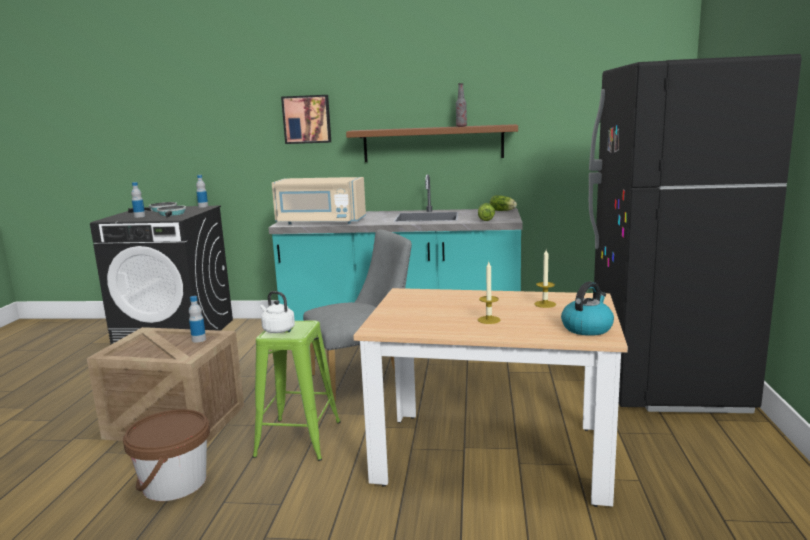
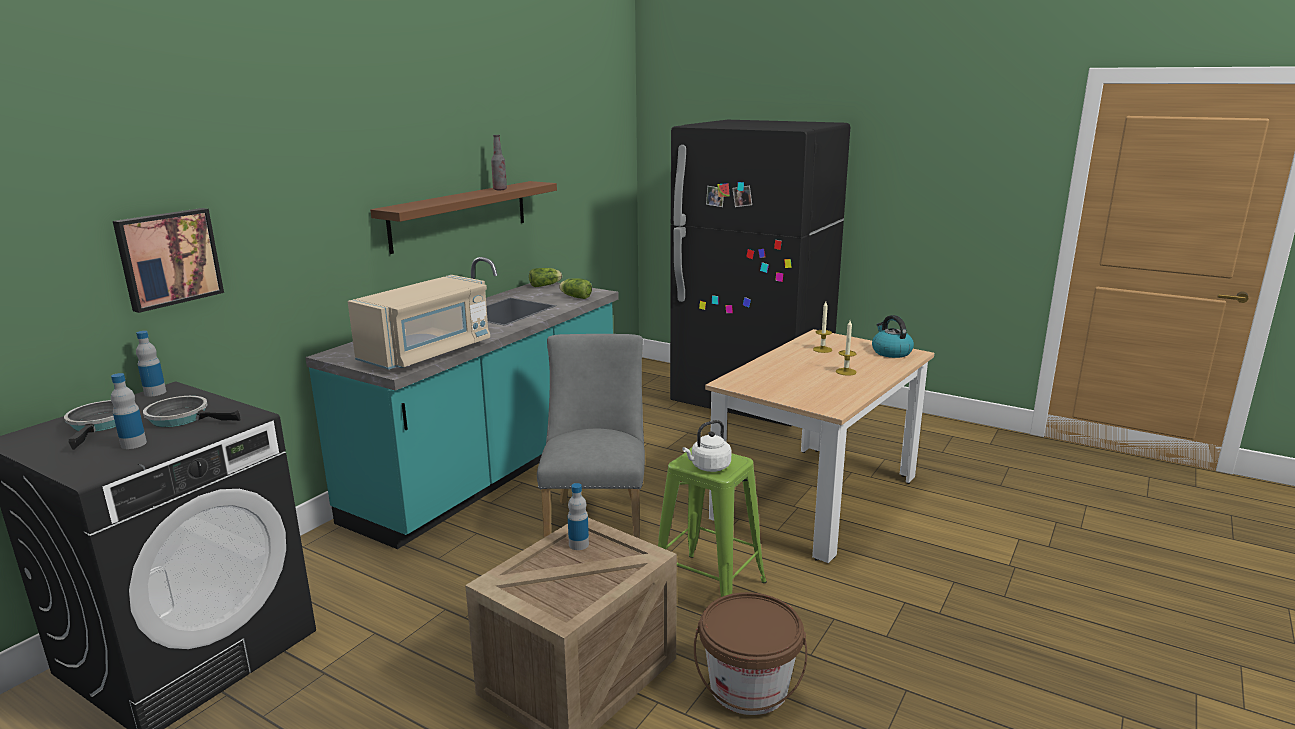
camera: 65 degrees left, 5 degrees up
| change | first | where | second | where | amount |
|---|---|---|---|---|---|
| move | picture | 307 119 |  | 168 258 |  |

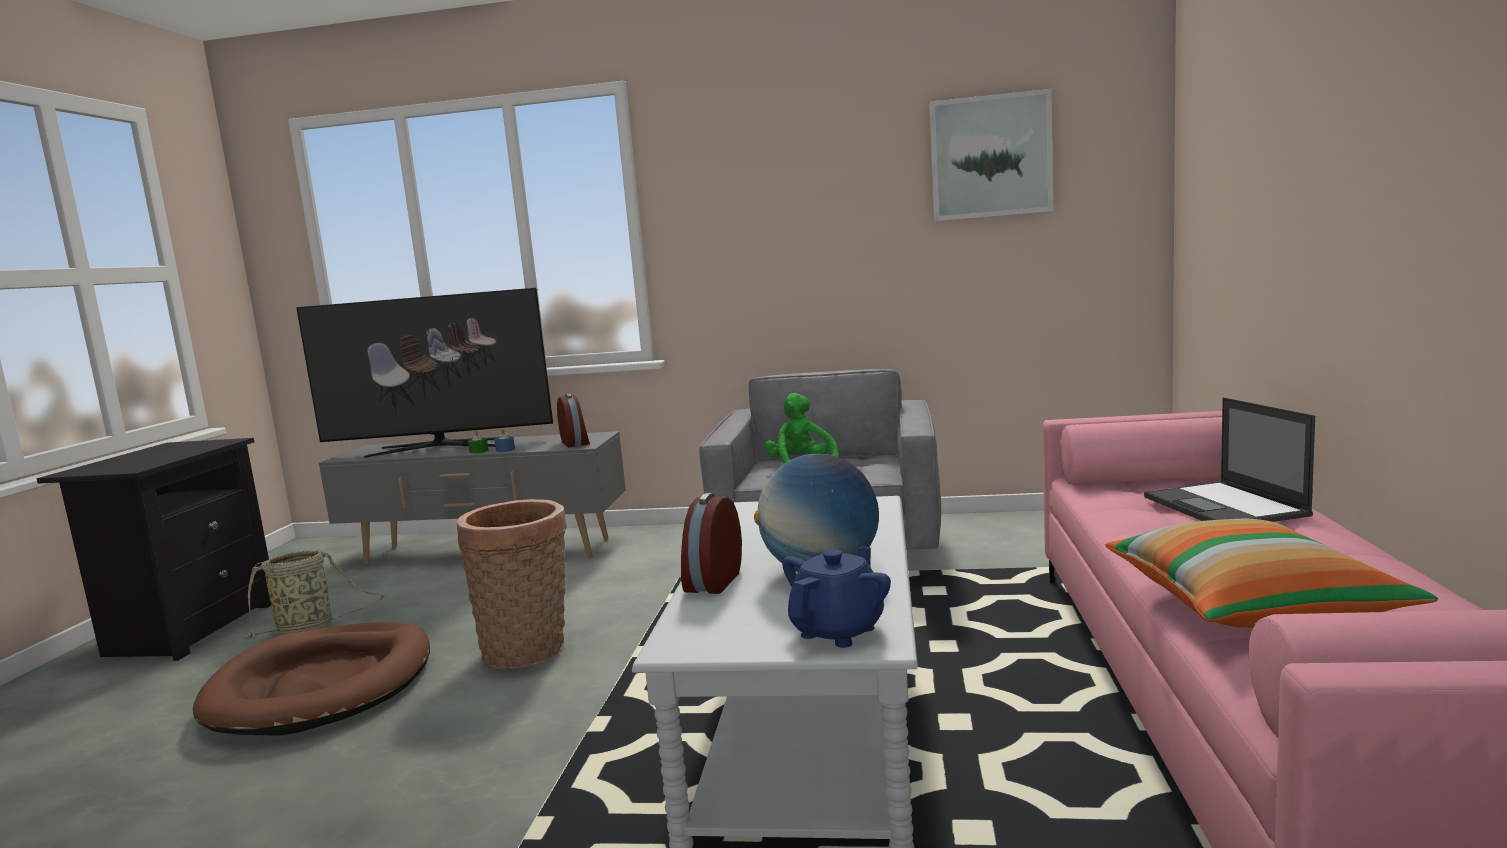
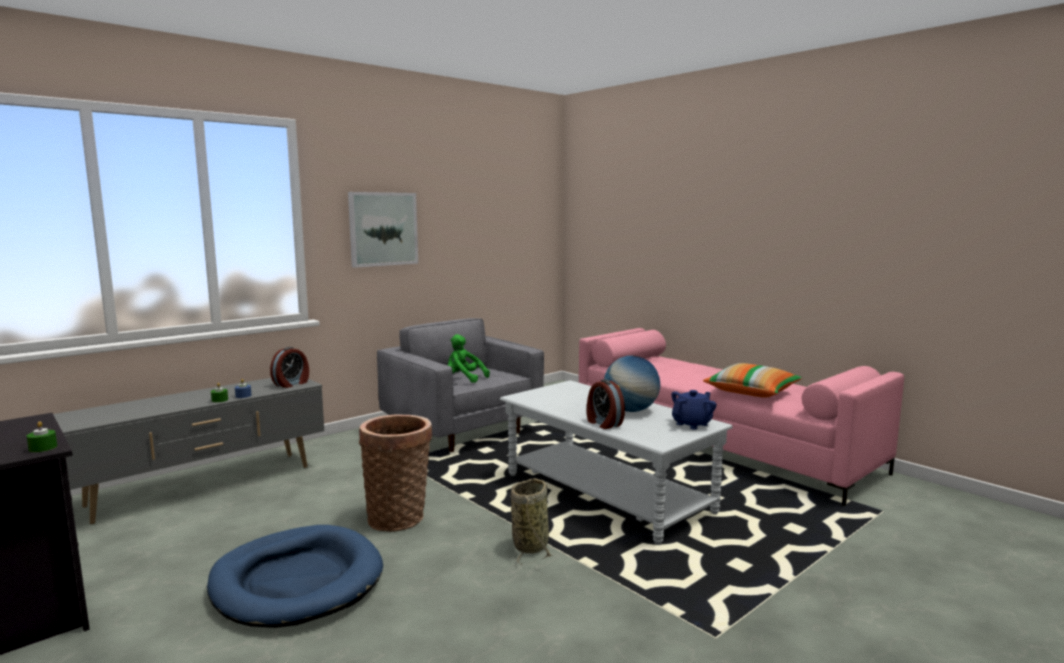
camera: 50 degrees left, 0 degrees up
| change | first | where | second | where | amount |
|---|---|---|---|---|---|
| recolor | brown dog bed | 323 685 | blue dog bed | 297 581 |  |
| move | basket | 310 628 |  | 531 544 |  |
| delete | television | 439 447 |  |  |  |
| rotate | alarm clock | 575 443 |  | 291 384 | 105 degrees clockwise |
| rotate | blue teapot | 838 631 |  | 692 424 | 60 degrees clockwise |
| move | picture | 990 157 |  | 383 229 |  |
| delete | laptop | 1225 506 |  |  |  |
| insert |  |  | green candle | 43 448 |  |

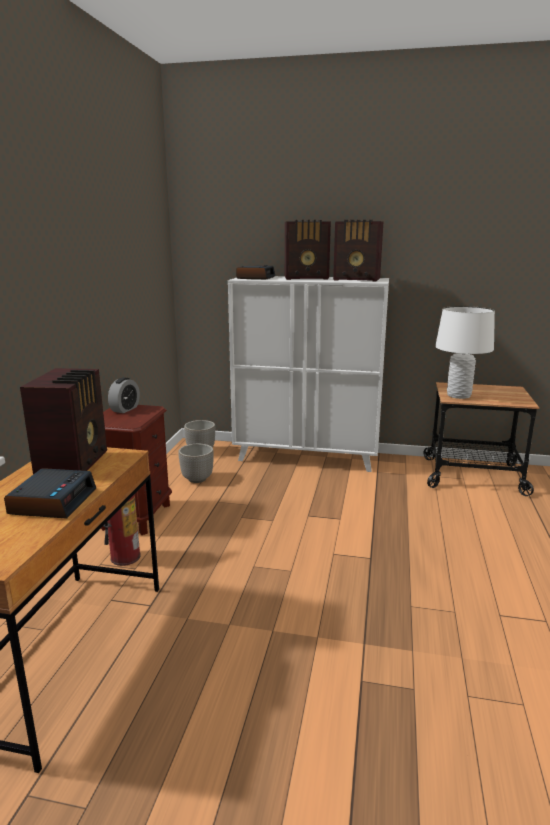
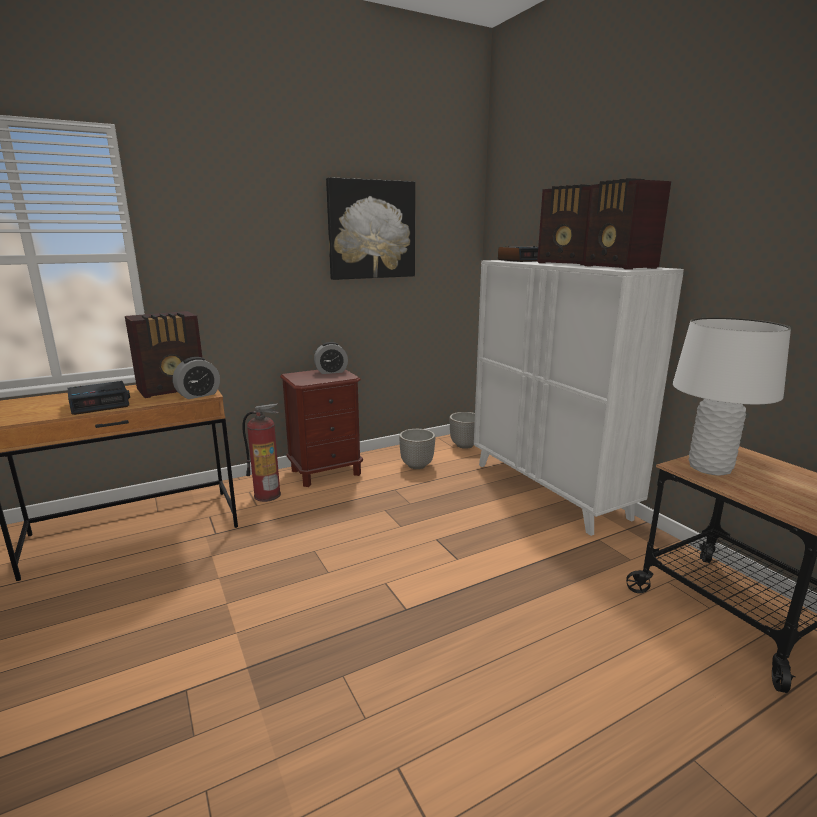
camera: 50 degrees right, 0 degrees up
| change | first | where | second | where | amount |
|---|---|---|---|---|---|
| insert |  |  | alarm clock | 198 395 |  |
| insert |  |  | picture | 371 230 |  |

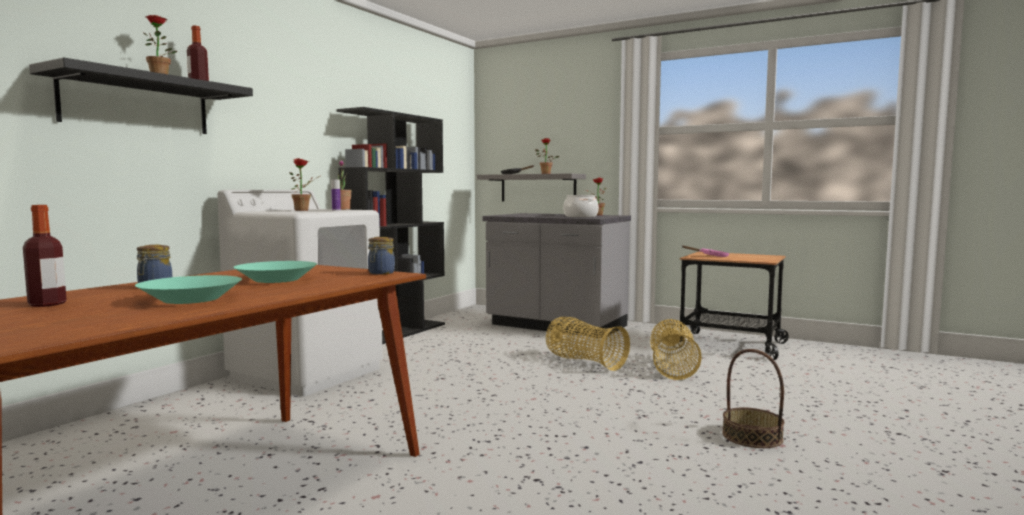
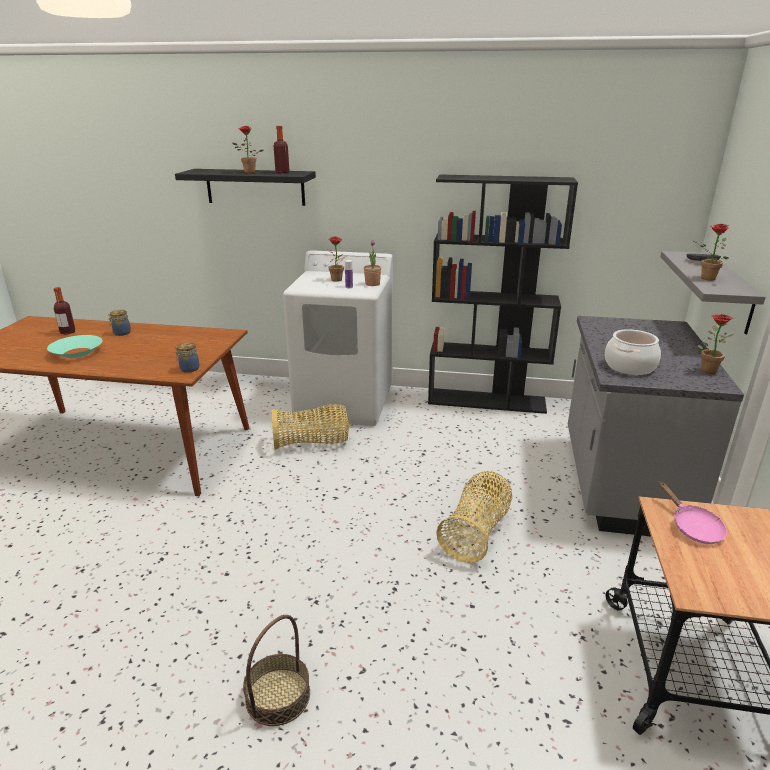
camera: 70 degrees right, 20 degrees up
| change | first | where | second | where | amount |
|---|---|---|---|---|---|
| delete | turquoise bowl | 277 279 |  |  |  |
| move | basket | 673 367 |  | 312 443 |  |

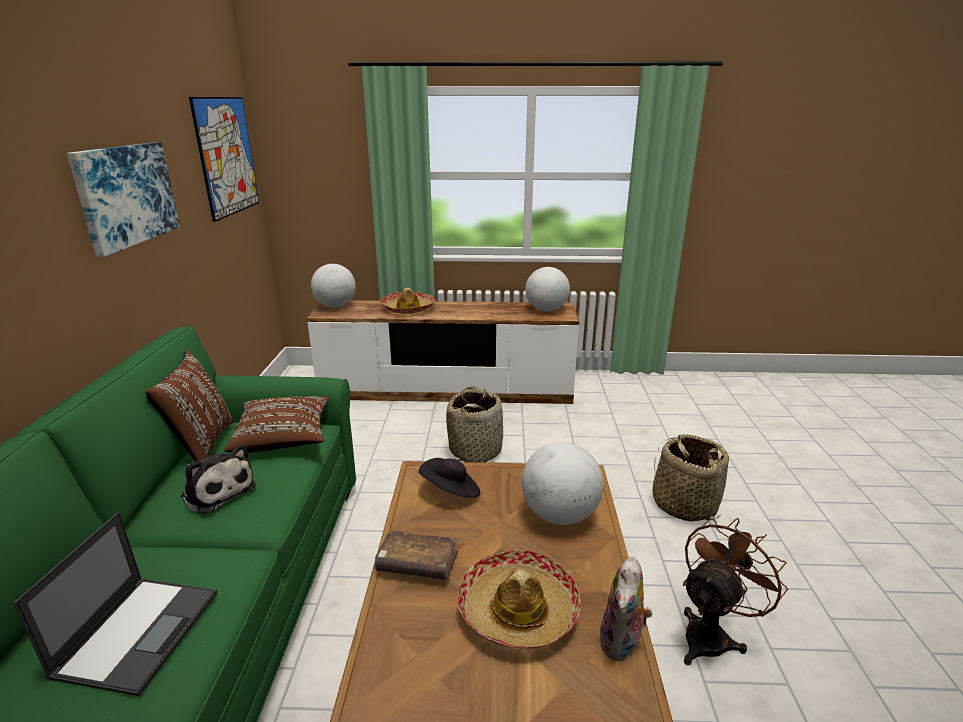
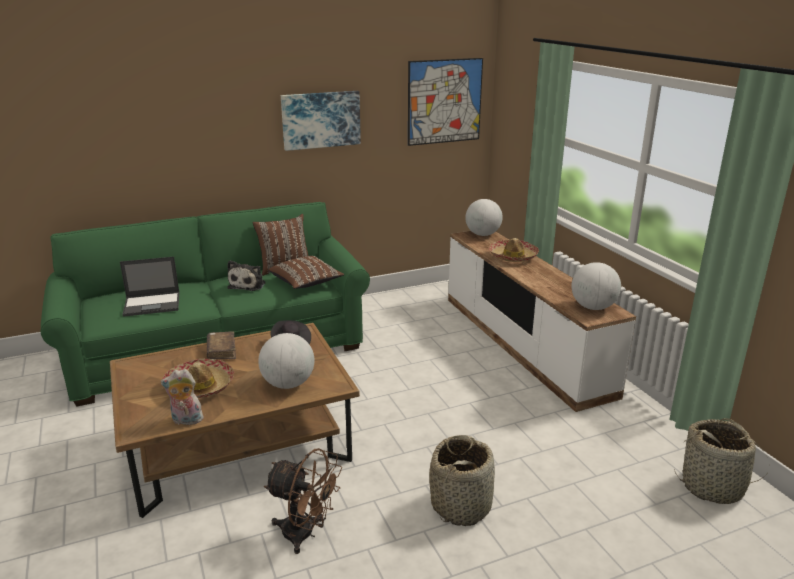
camera: 65 degrees right, 0 degrees up
| change | first | where | second | where | amount |
|---|---|---|---|---|---|
| move | basket | 476 450 |  | 713 486 |  |

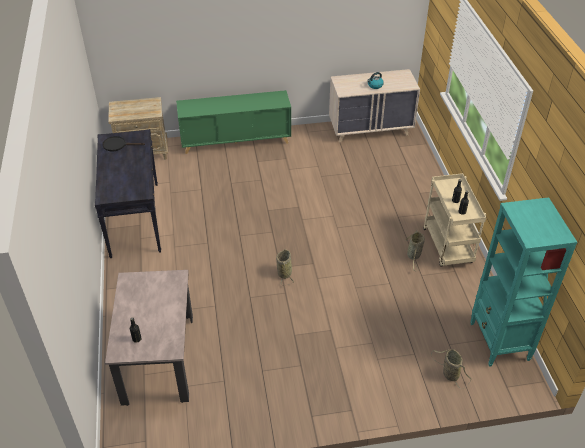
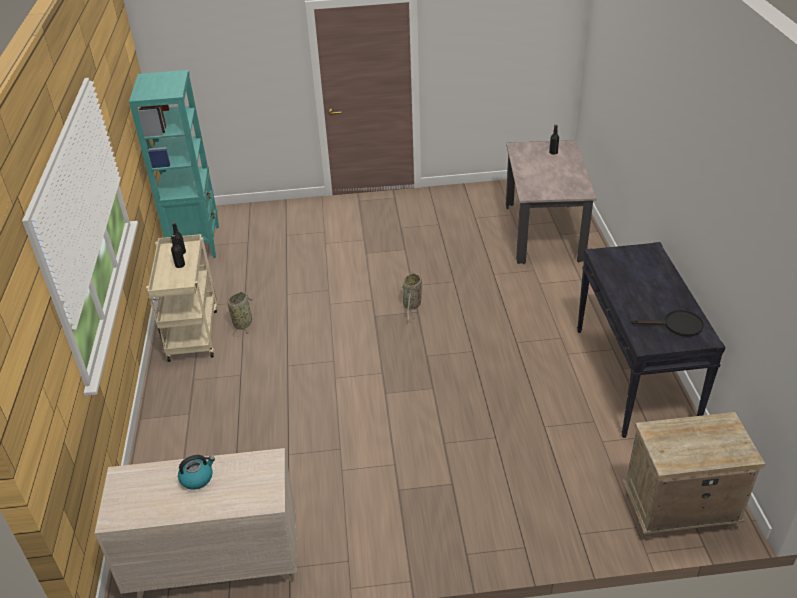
camera: 175 degrees left, 5 degrees down
| change | first | where | second | where | amount |
|---|---|---|---|---|---|
| delete | green cabinet | 236 141 |  |  |  |
| delete | basket | 449 373 |  |  |  |

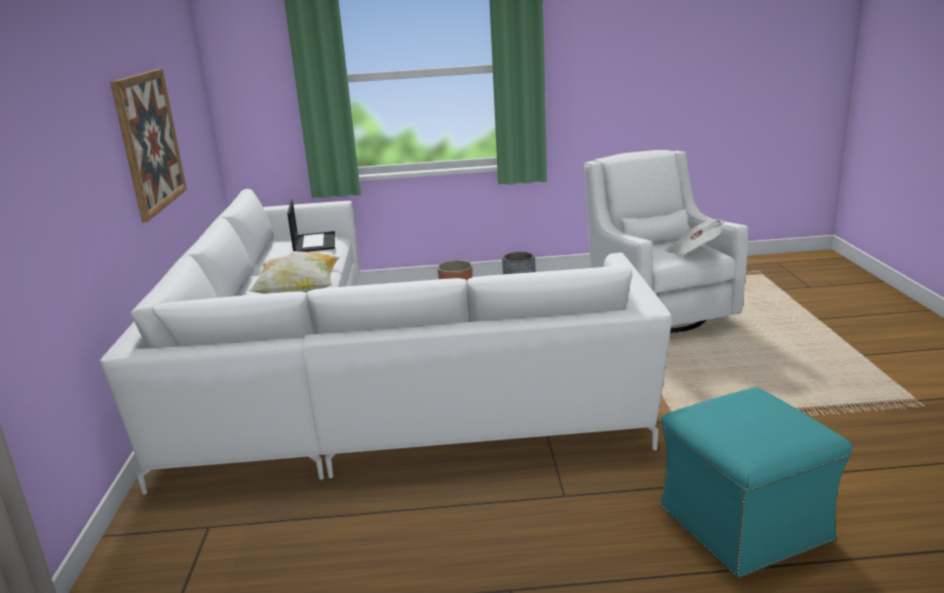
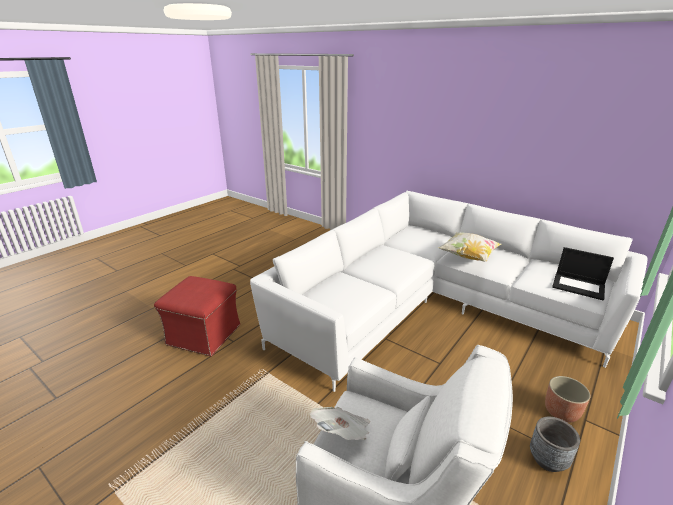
camera: 130 degrees right, 5 degrees up
| change | first | where | second | where | amount |
|---|---|---|---|---|---|
| delete | picture | 150 141 |  |  |  |
| recolor | turquoise ottoman | 745 525 | red ottoman | 203 335 |  |

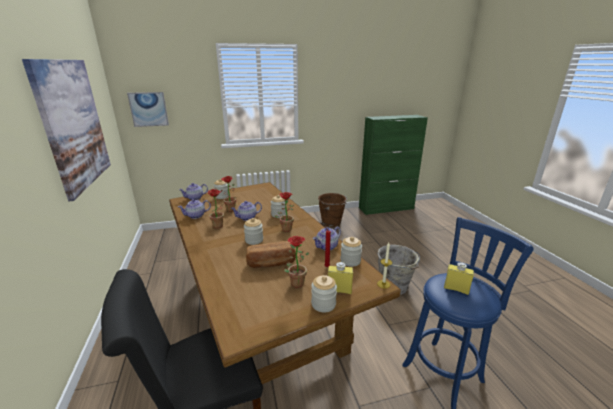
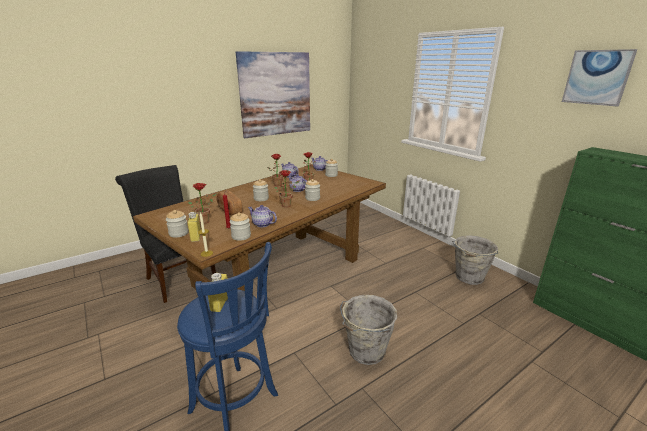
camera: 70 degrees right, 0 degrees up
| change | first | where | second | where | amount |
|---|---|---|---|---|---|
| move | picture | 148 109 |  | 597 77 |  |
| recolor | brown bucket | 331 222 | grey bucket | 469 277 |  |

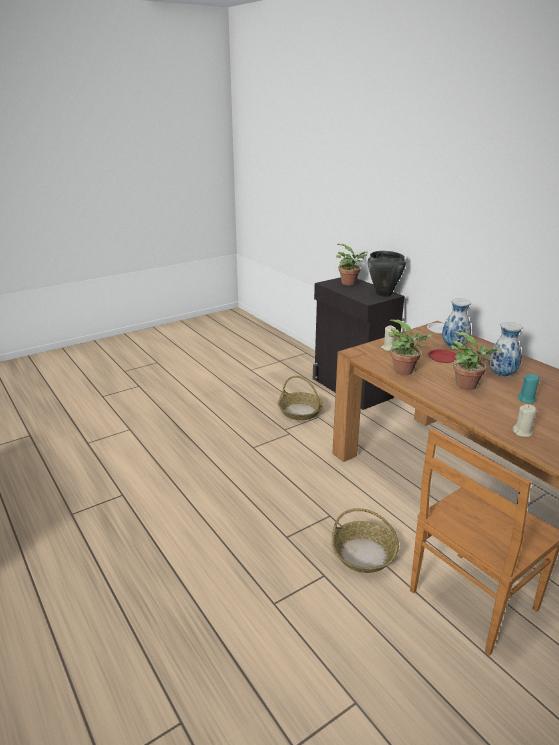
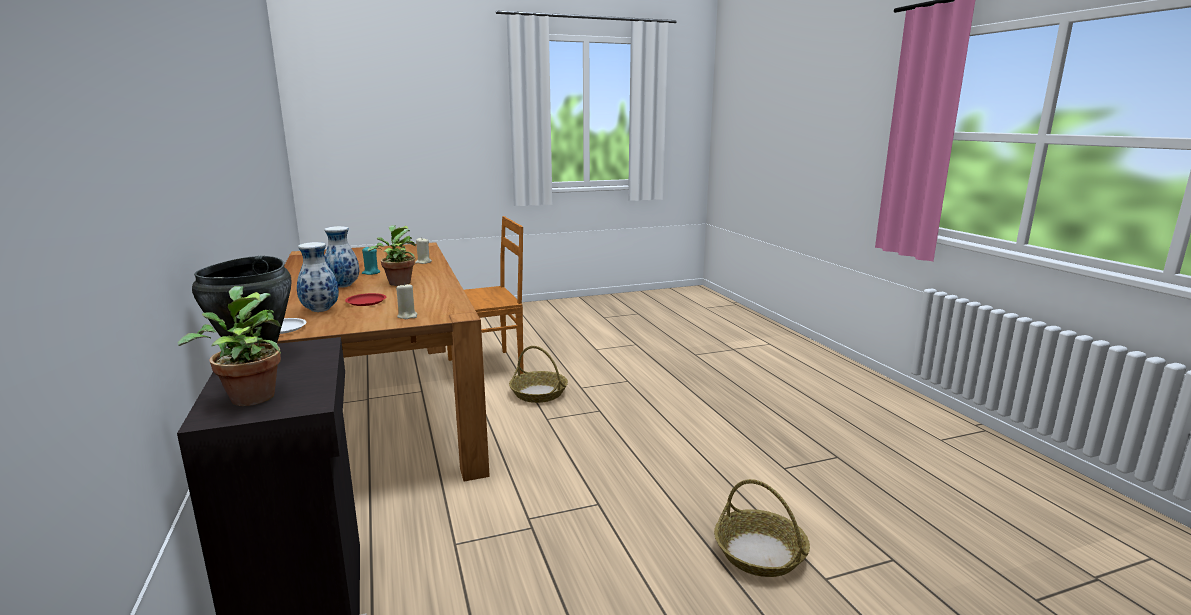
camera: 165 degrees left, 10 degrees down
| change | first | where | second | where | amount |
|---|---|---|---|---|---|
| move | basket | 300 411 |  | 759 553 |  |
| delete | potted plant | 406 371 |  |  |  |

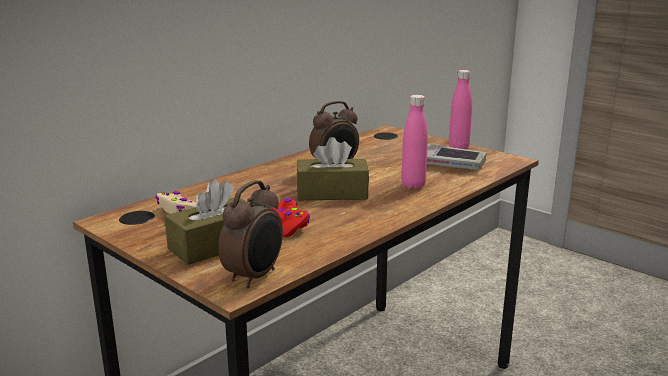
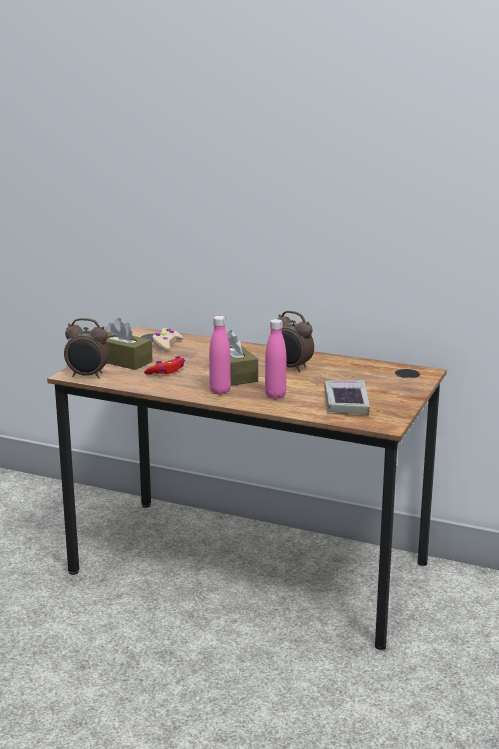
camera: 70 degrees right, 0 degrees up
| change | first | where | second | where | amount |
|---|---|---|---|---|---|
| move | pink bottle | 458 147 |  | 220 391 |  |

